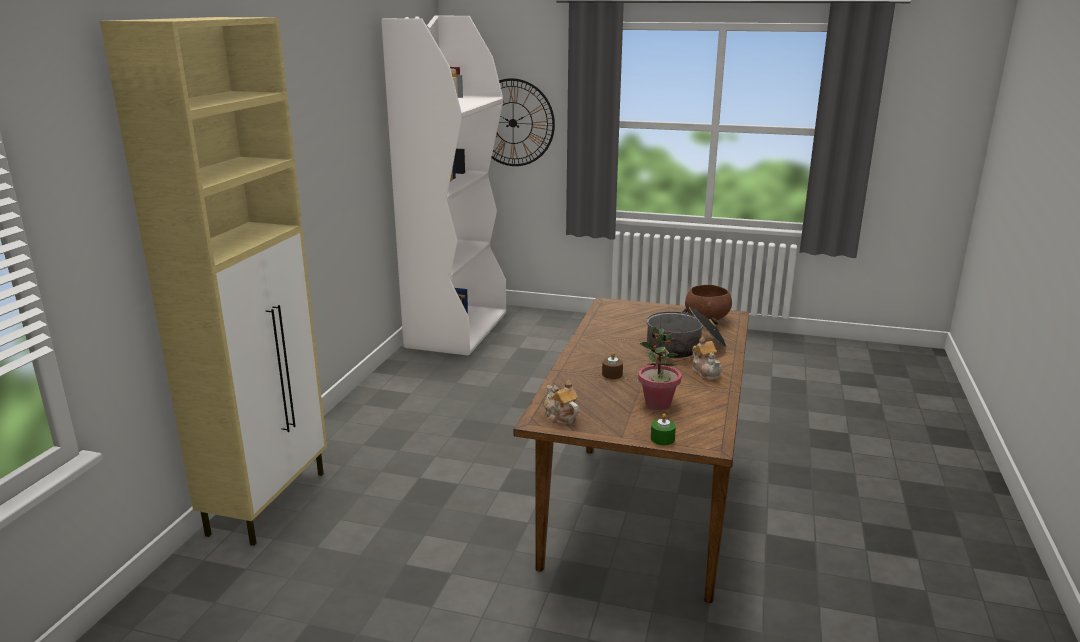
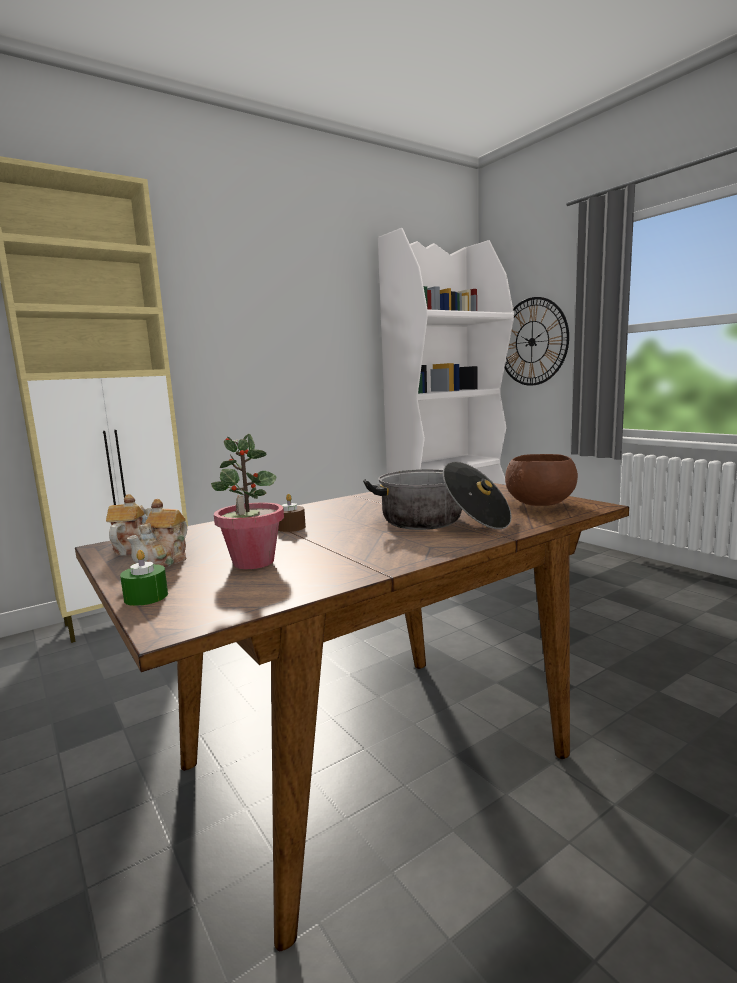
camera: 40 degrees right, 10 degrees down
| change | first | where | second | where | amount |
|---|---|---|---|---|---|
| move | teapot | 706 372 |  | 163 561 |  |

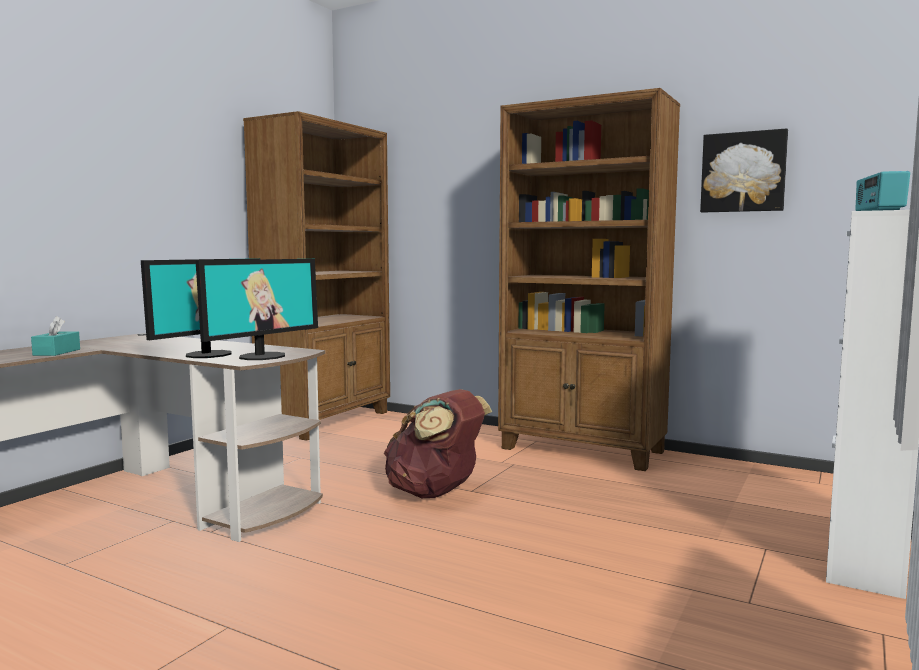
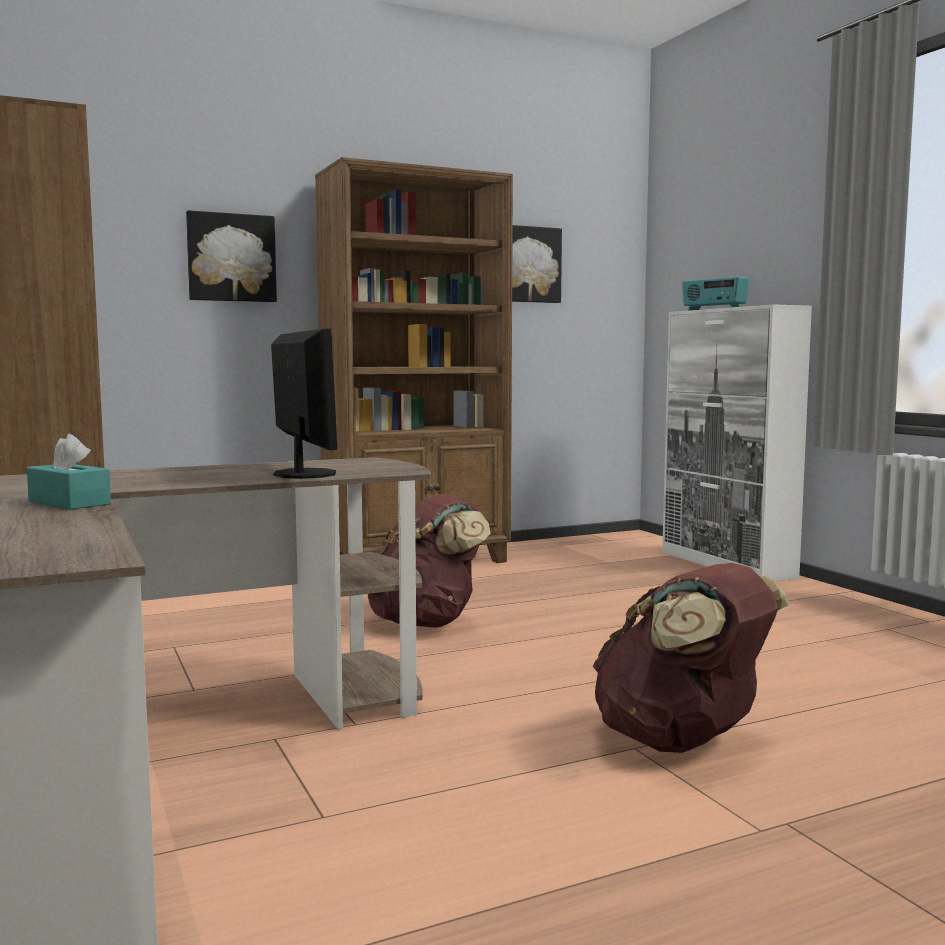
camera: 55 degrees left, 0 degrees up
| change | first | where | second | where | amount |
|---|---|---|---|---|---|
| delete | monitor | 262 356 |  |  |  |
| insert |  |  | picture | 231 258 |  |
| insert |  |  | brown backpack | 682 741 |  |

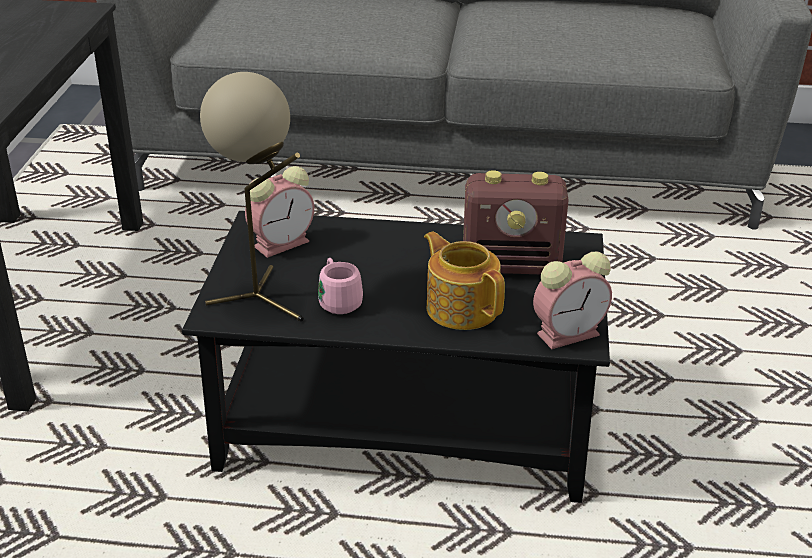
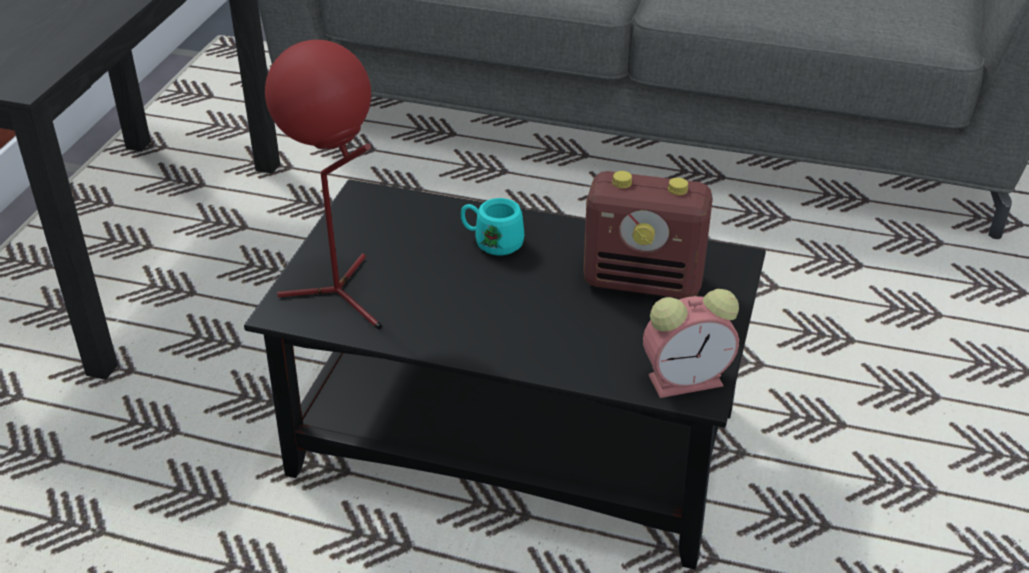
camera: 10 degrees right, 5 degrees up
| change | first | where | second | where | amount |
|---|---|---|---|---|---|
| recolor | beige table lamp | 262 299 | red table lamp | 343 296 |  |
| delete | alarm clock | 283 243 |  |  |  |
| delete | pink mug | 338 300 |  |  |  |
| delete | teapot | 462 308 |  |  |  |
| insert |  |  | turquoise mug | 491 242 |  |

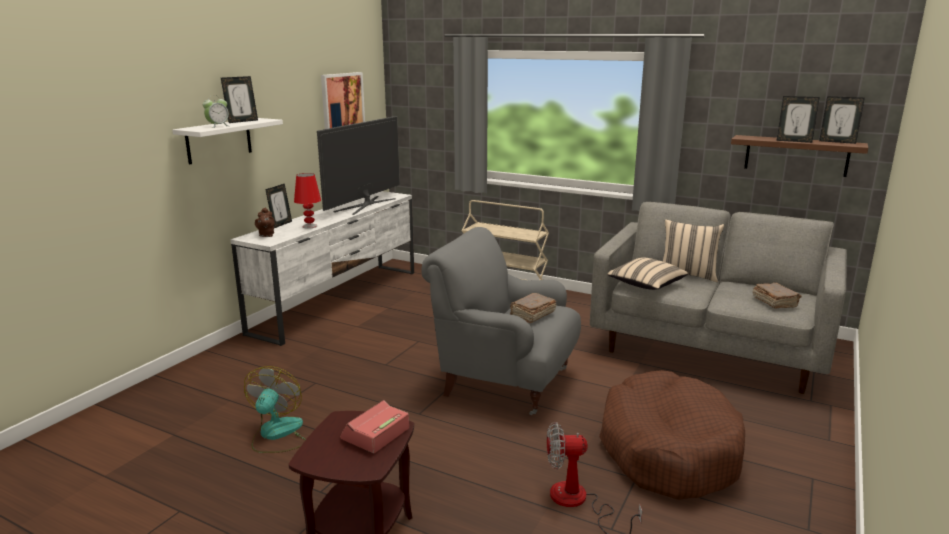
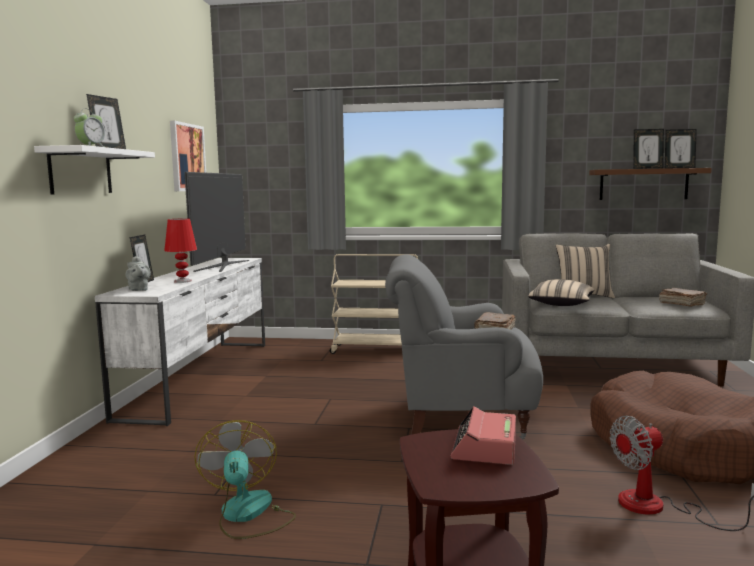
camera: 20 degrees left, 10 degrees down
| change | first | where | second | where | amount |
|---|---|---|---|---|---|
| recolor | brown teapot | 266 235 | grey teapot | 138 290 |  |

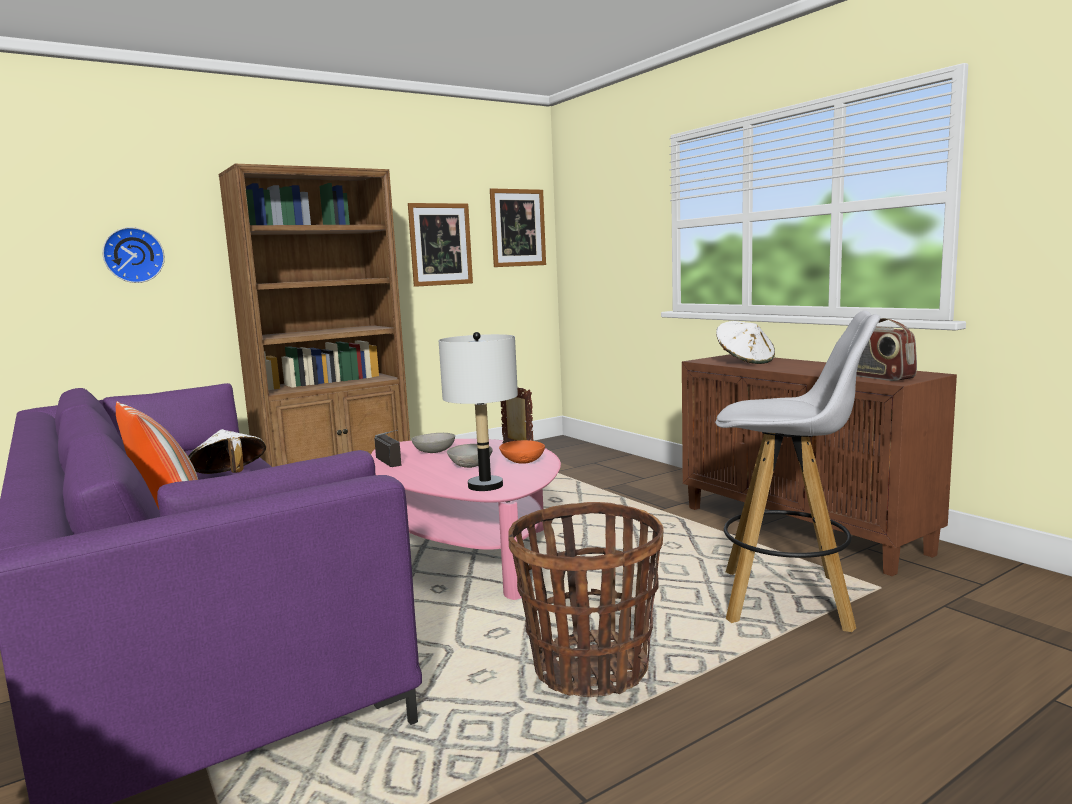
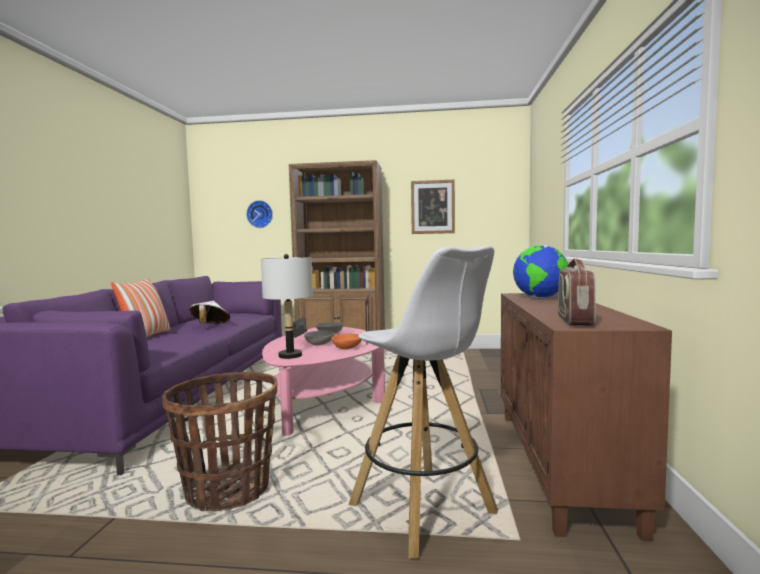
camera: 40 degrees right, 5 degrees down
| change | first | where | second | where | amount |
|---|---|---|---|---|---|
| delete | picture | 517 228 |  |  |  |
| replace | white hat | 745 361 | globe | 540 298 |  |

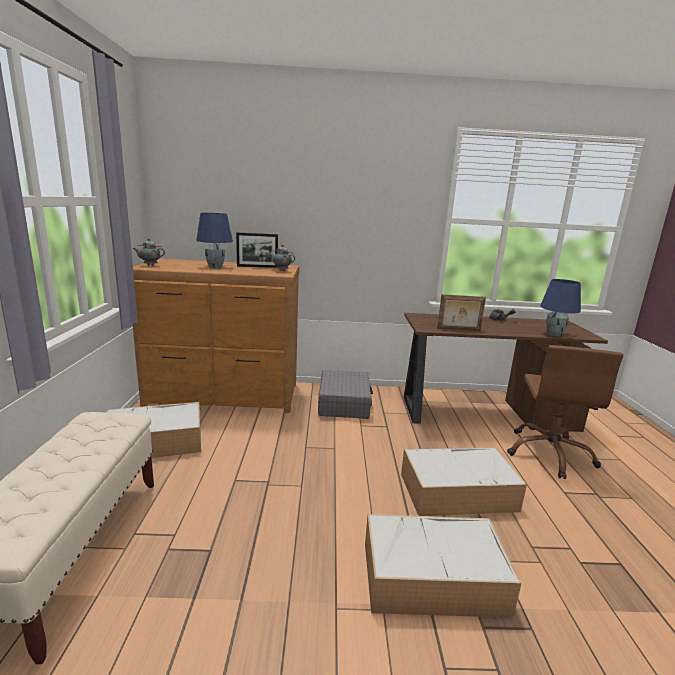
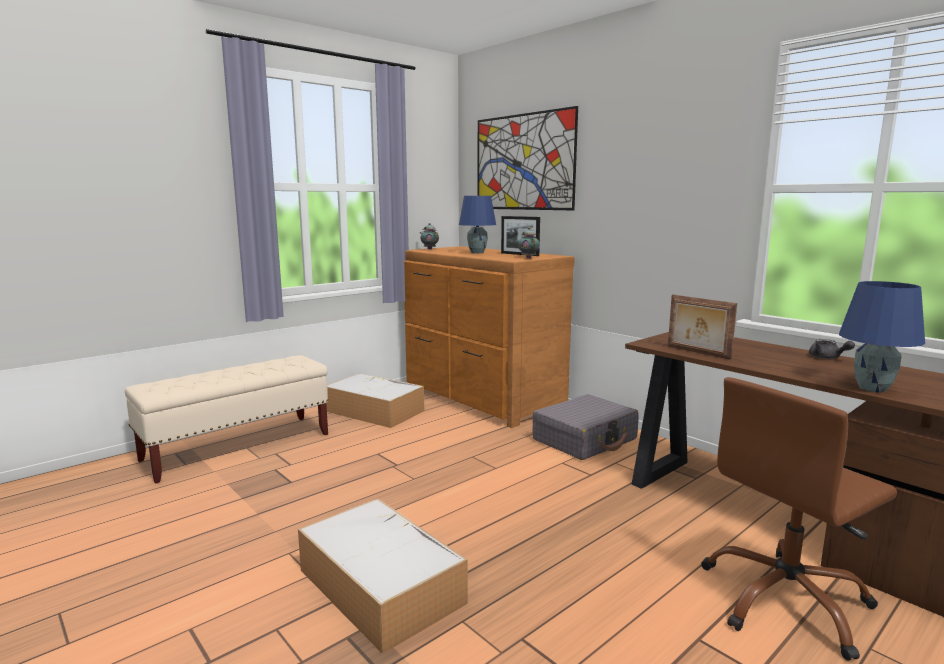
camera: 50 degrees right, 5 degrees down
| change | first | where | second | where | amount |
|---|---|---|---|---|---|
| delete | storage box | 459 492 |  |  |  |
| insert |  |  | picture | 523 162 |  |

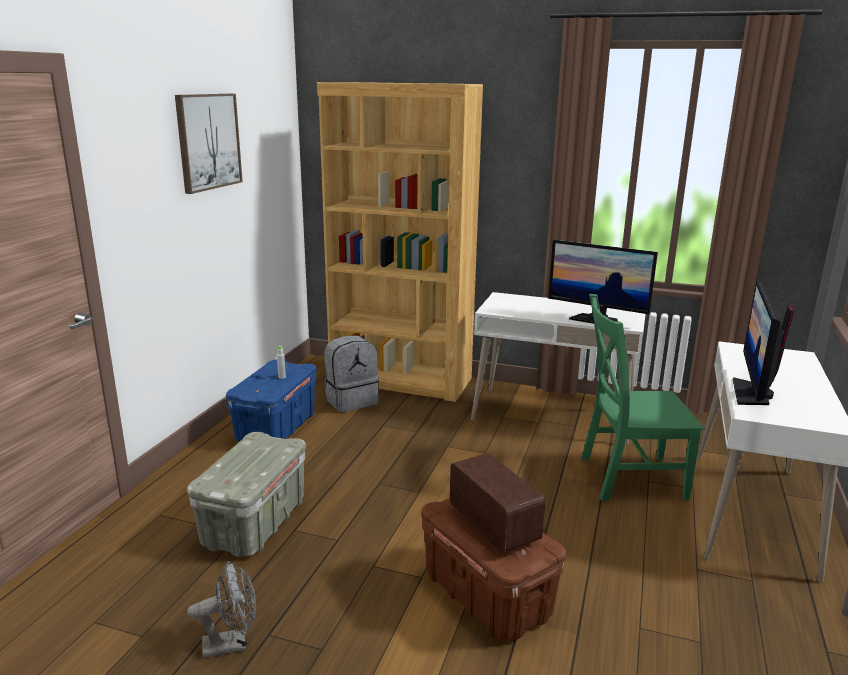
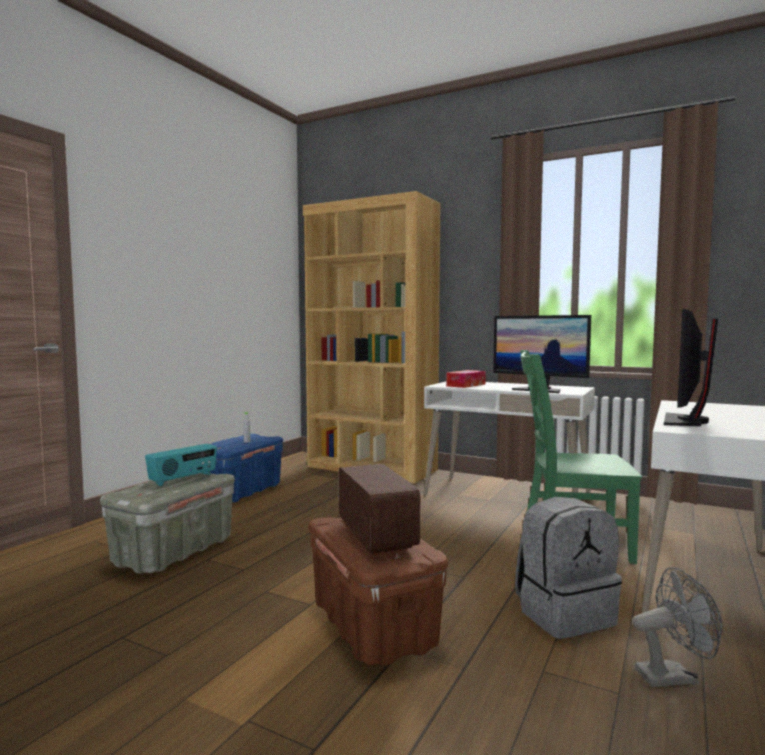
camera: 10 degrees right, 15 degrees down
| change | first | where | second | where | amount |
|---|---|---|---|---|---|
| delete | picture | 208 141 |  |  |  |
| move | grey fan | 232 644 |  | 673 676 |  |
| move | grey backpack | 351 400 |  | 564 614 |  |
| insert |  |  | radio | 183 479 |  |
| insert |  |  | tissue box | 466 385 |  |

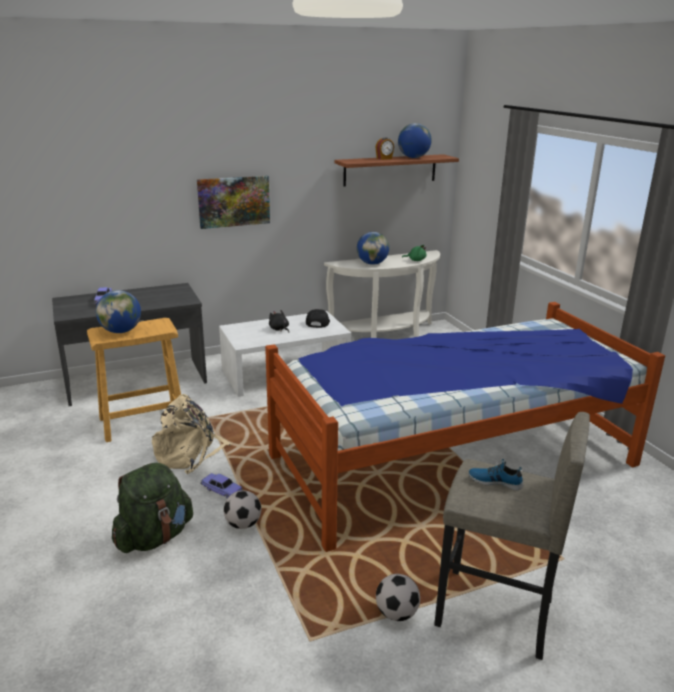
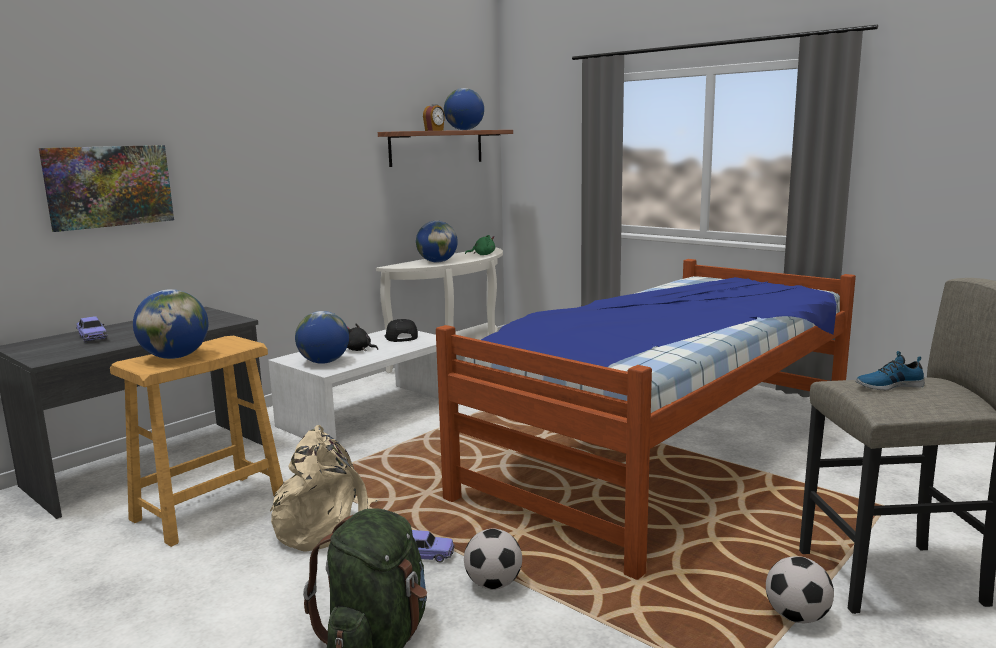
camera: 25 degrees left, 10 degrees down
| change | first | where | second | where | amount |
|---|---|---|---|---|---|
| move | picture | 234 201 |  | 109 186 |  |
| insert |  |  | globe | 324 362 |  |

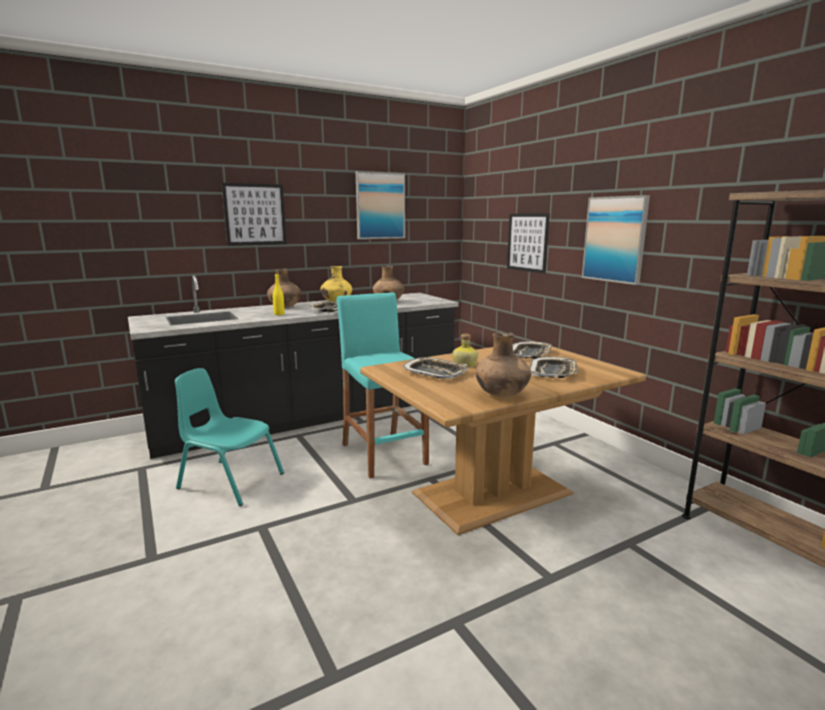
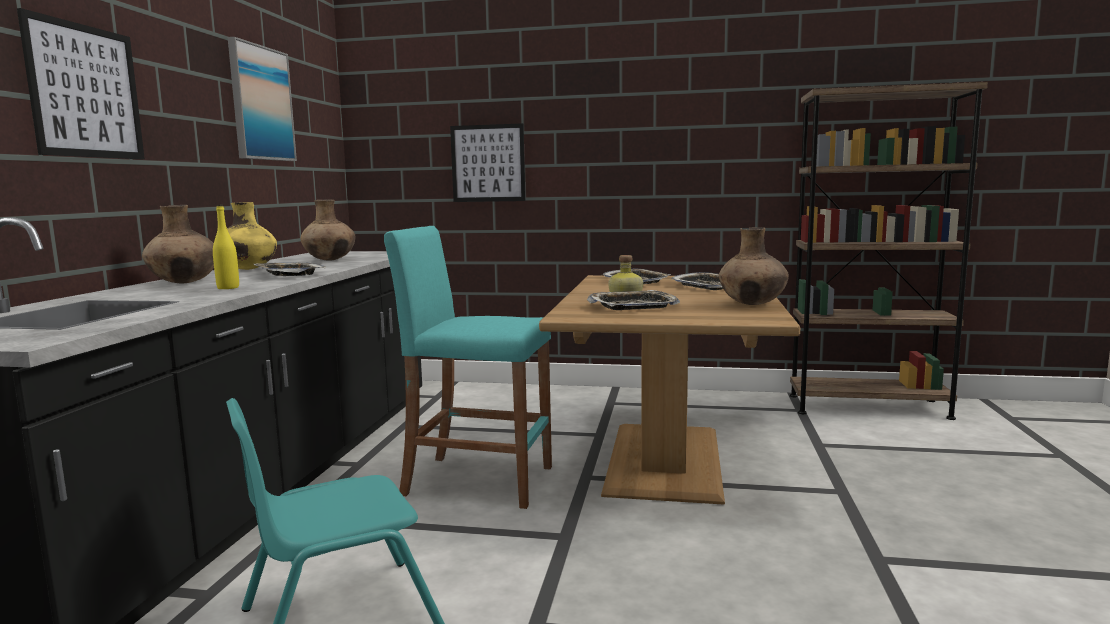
camera: 50 degrees left, 5 degrees down
| change | first | where | second | where | amount |
|---|---|---|---|---|---|
| delete | picture | 615 239 |  |  |  |

